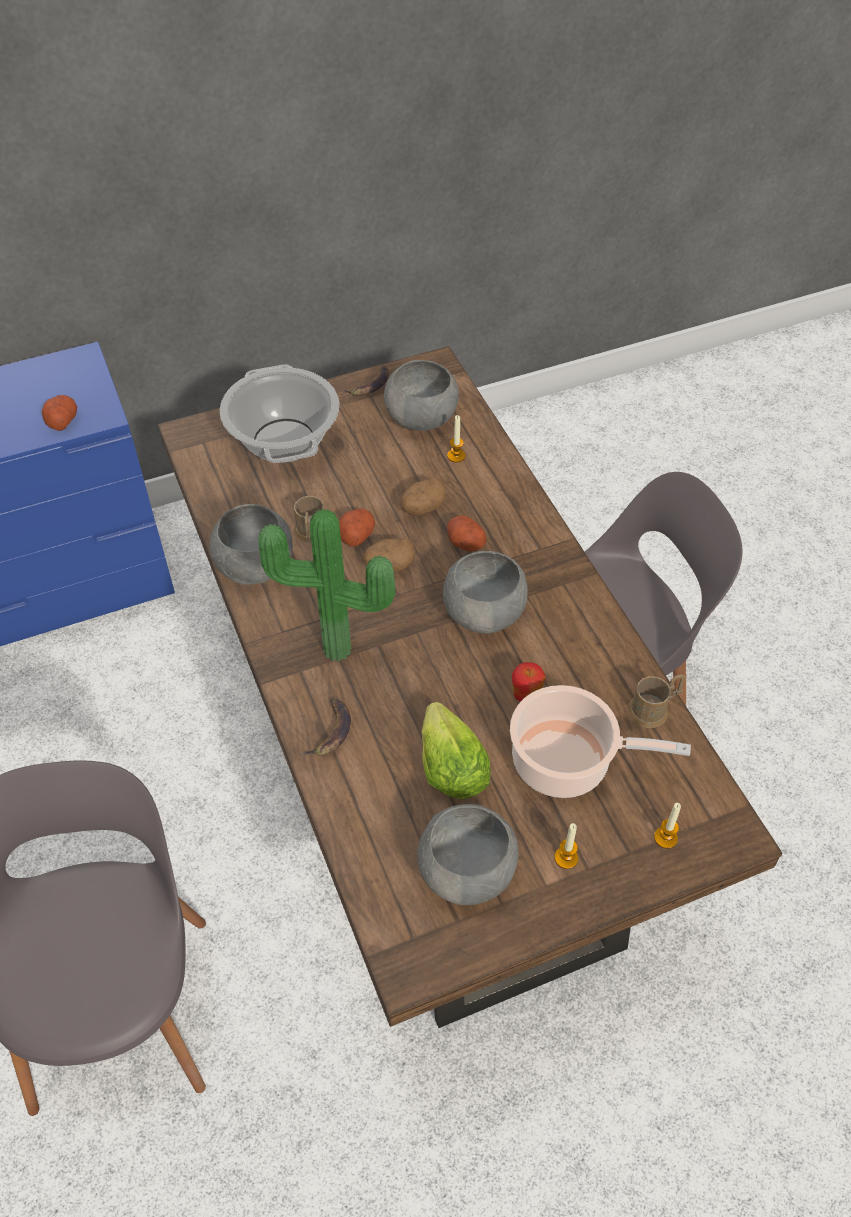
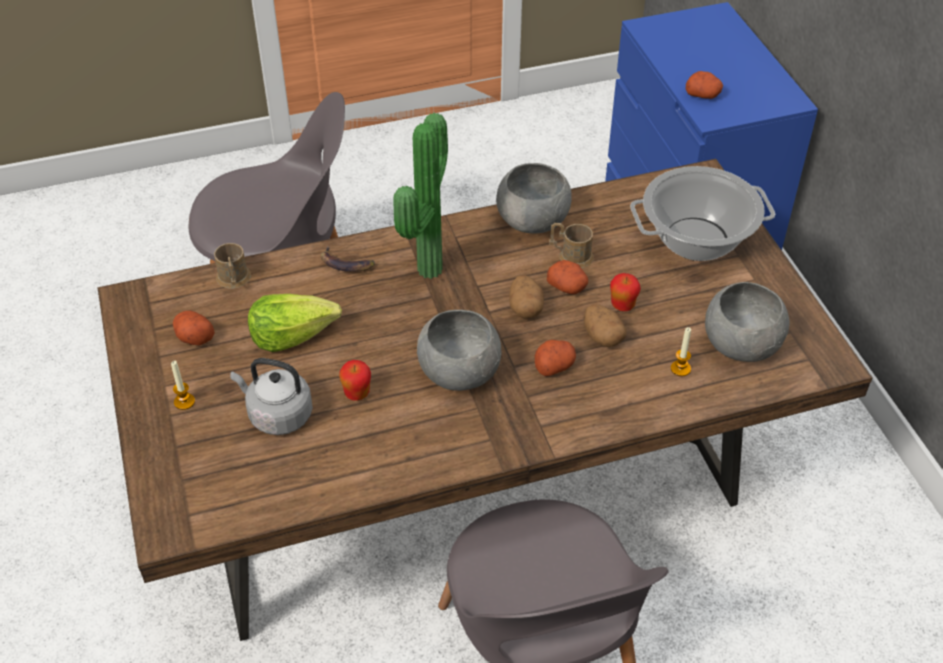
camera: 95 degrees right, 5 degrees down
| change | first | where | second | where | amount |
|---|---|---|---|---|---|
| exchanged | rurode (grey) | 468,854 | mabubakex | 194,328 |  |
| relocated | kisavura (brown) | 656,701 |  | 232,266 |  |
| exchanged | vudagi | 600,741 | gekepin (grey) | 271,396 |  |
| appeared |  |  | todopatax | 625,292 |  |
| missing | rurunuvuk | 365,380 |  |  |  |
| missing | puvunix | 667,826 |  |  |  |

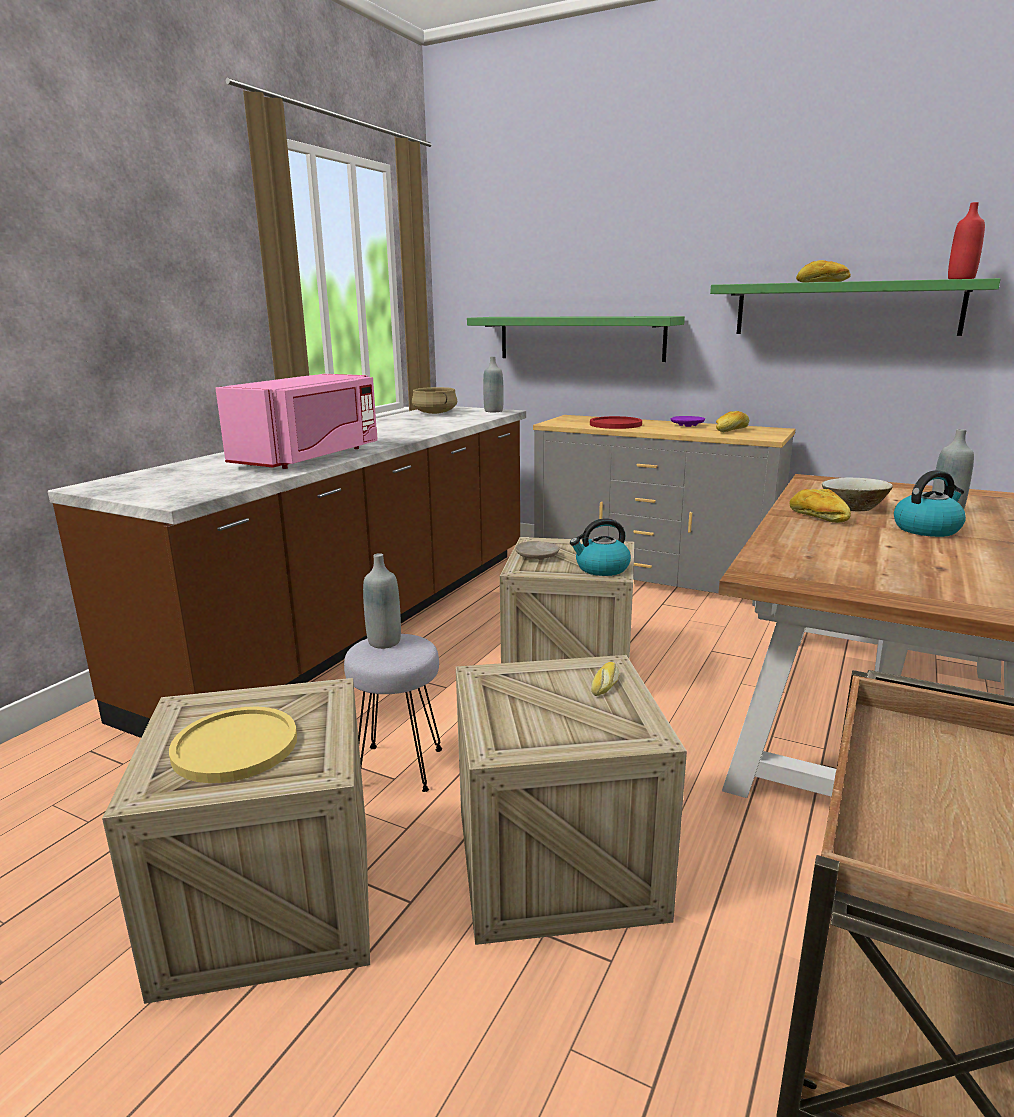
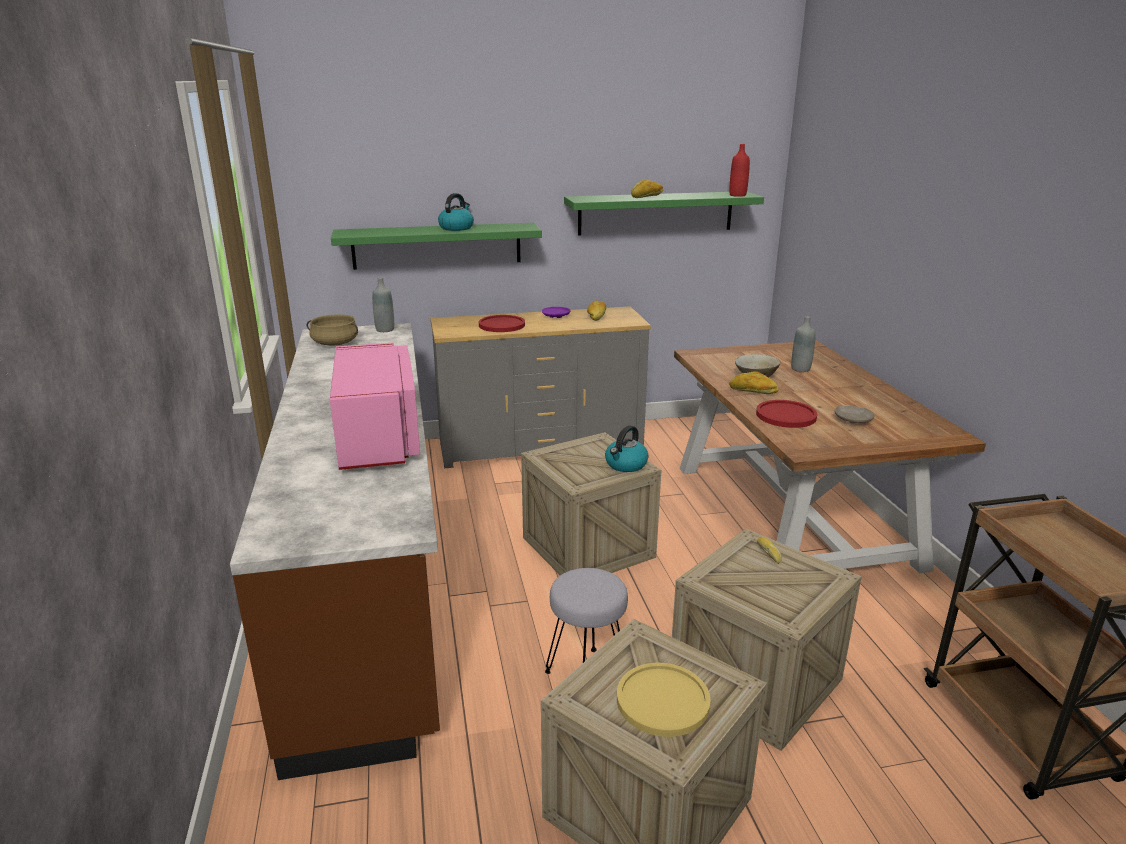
camera: 40 degrees left, 5 degrees up
| change | first | where | second | where | amount |
|---|---|---|---|---|---|
| relocated | gekepin | 930,503 |  | 456,212 |  |
| appeared |  |  | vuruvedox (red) | 786,414 |  |
| relocated | vuruvedox (beige) | 537,550 |  | 855,414 |  |
| missing | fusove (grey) | 382,601 |  |  |  |

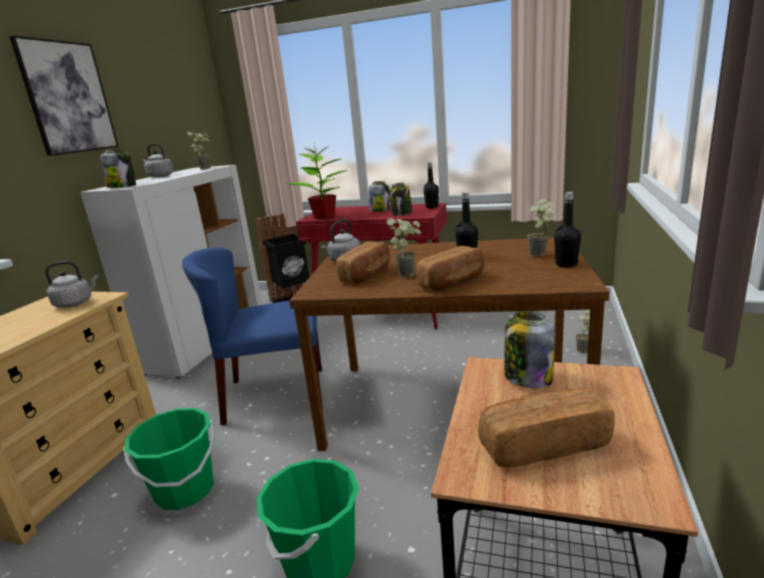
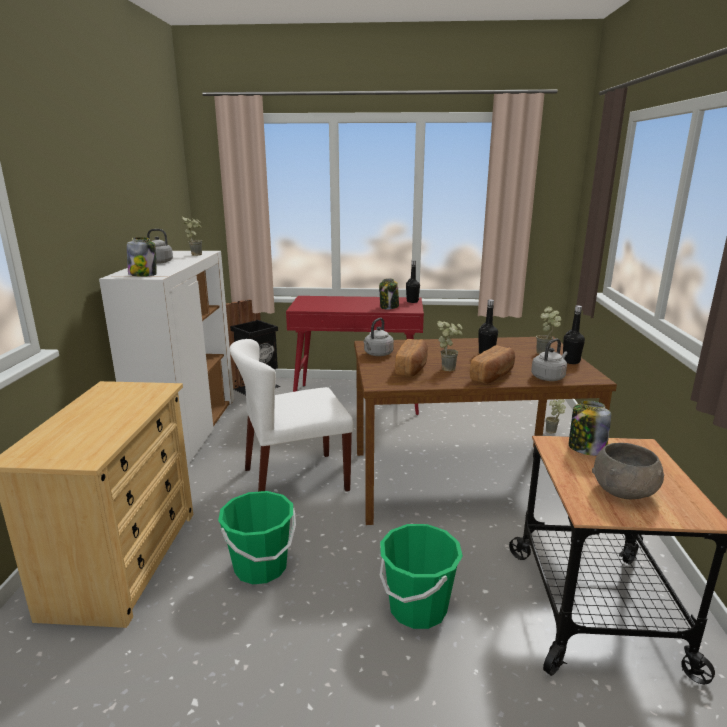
camera: 15 degrees left, 0 degrees up
| change | first | where | second | where | amount |
|---|---|---|---|---|---|
| colour | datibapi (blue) | 252,336 | datibapi (white) | 292,415 |  |
| relocated | gekepin (grey) | 71,284 |  | 549,359 |  |
| exchanged | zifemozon | 546,427 | rurode (grey) | 628,471 |  |
| missing | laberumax | 64,95 |  |  |  |
| missing | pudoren | 317,182 |  |  |  |
| missing | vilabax | 379,196 |  |  |  |

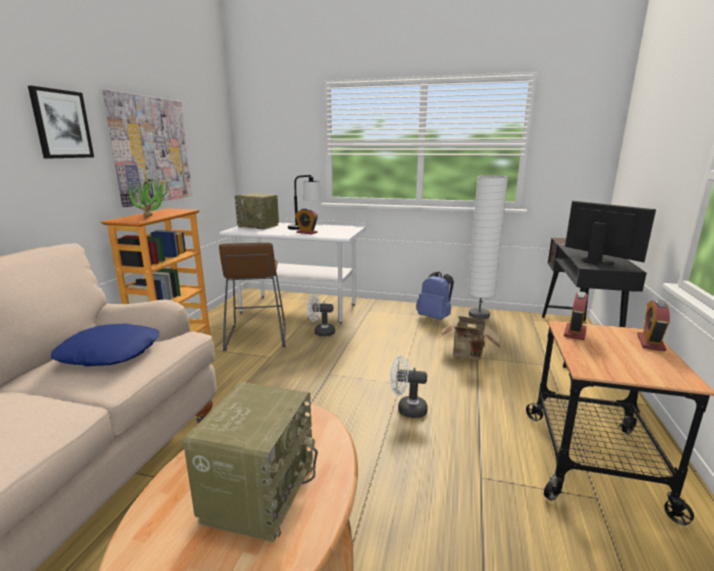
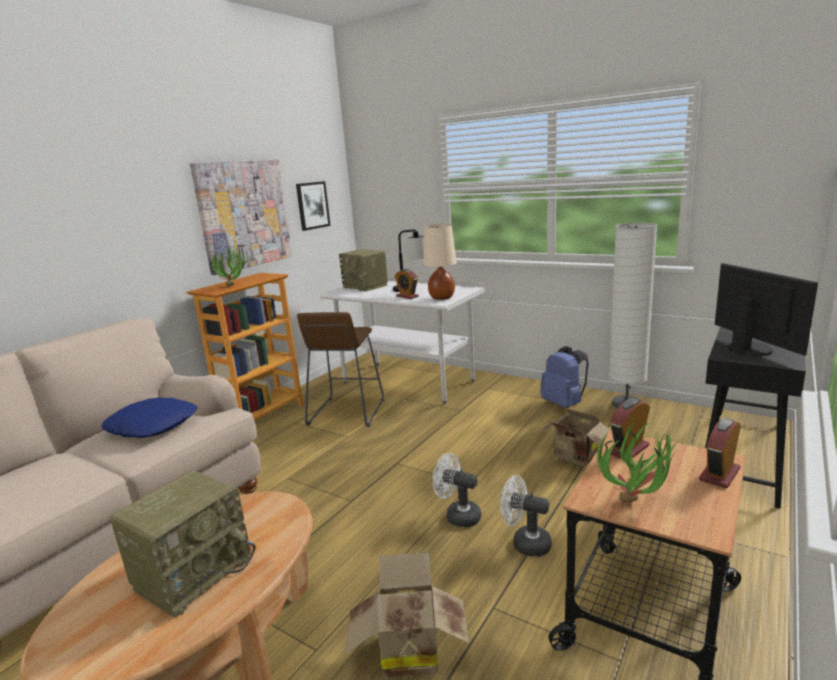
camera: 20 degrees right, 0 degrees up
| change | first | where | second | where | amount |
|---|---|---|---|---|---|
| relocated | laberumax | 61,122 |  | 313,206 |  |
| appeared |  |  | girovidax | 407,614 |  |
| appeared |  |  | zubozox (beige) | 440,262 |  |
| relocated | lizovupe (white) | 321,315 |  | 526,516 |  |
| appeared |  |  | pudoren | 637,461 |  |

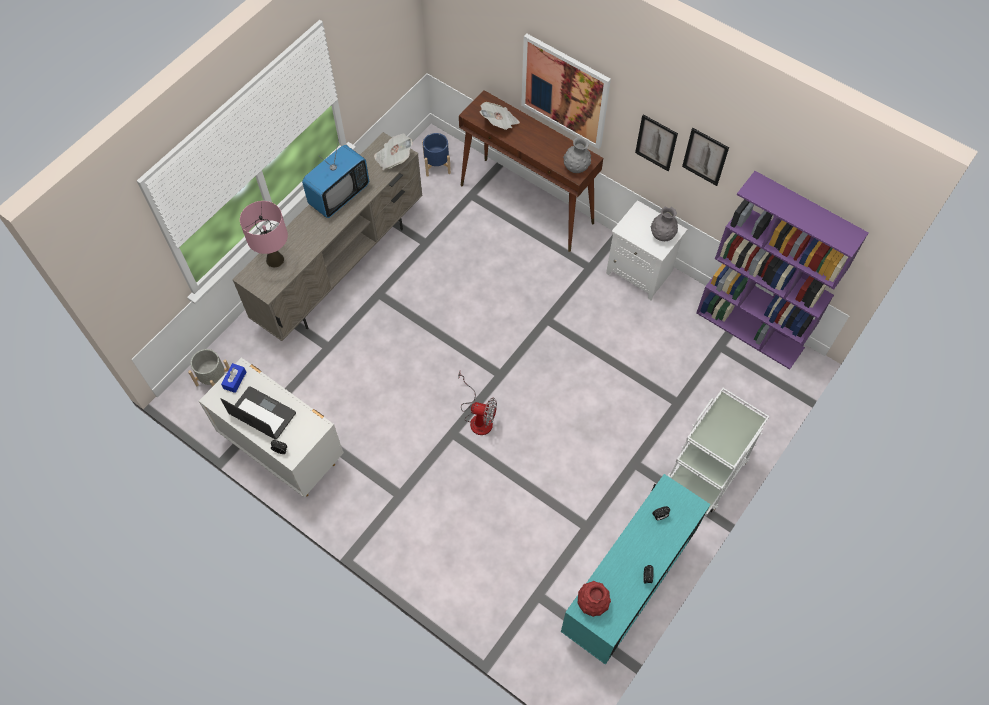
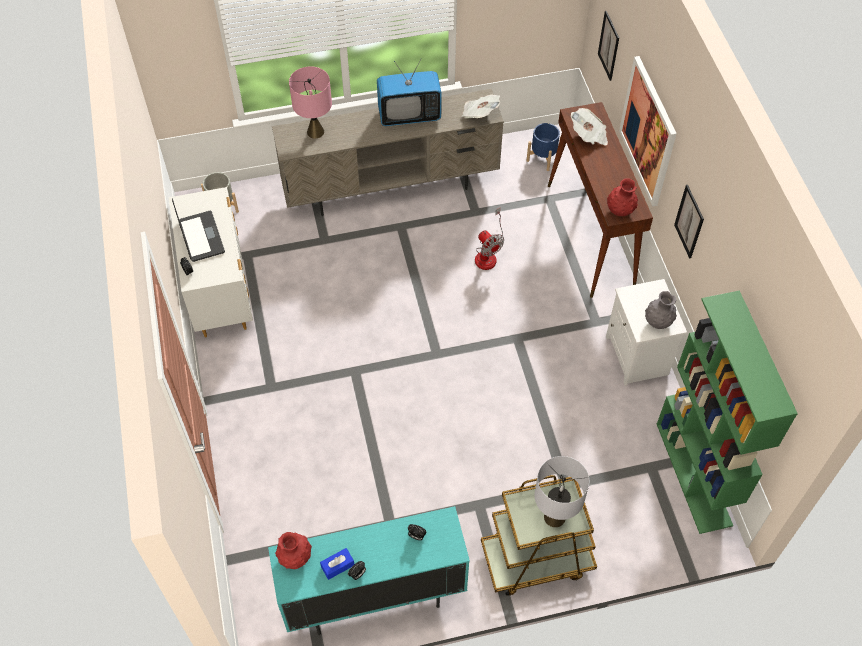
camera: 40 degrees right, 5 degrees down
| change | first | where | second | where | amount |
|---|---|---|---|---|---|
| relocated | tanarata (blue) | 233,378 |  | 337,564 |  |
| relocated | lizovupe | 477,403 |  | 489,239 |  |
| colour | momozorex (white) | 718,452 | momozorex (brown) | 539,535 |  |
| appeared |  |  | zubozox (grey) | 561,491 |  |
| relocated | laberumax | 705,157 |  | 608,46 |  |
| colour | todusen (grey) | 577,155 | todusen (red) | 622,197 |  |
| colour | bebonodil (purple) | 782,270 | bebonodil (green) | 727,412 |  |

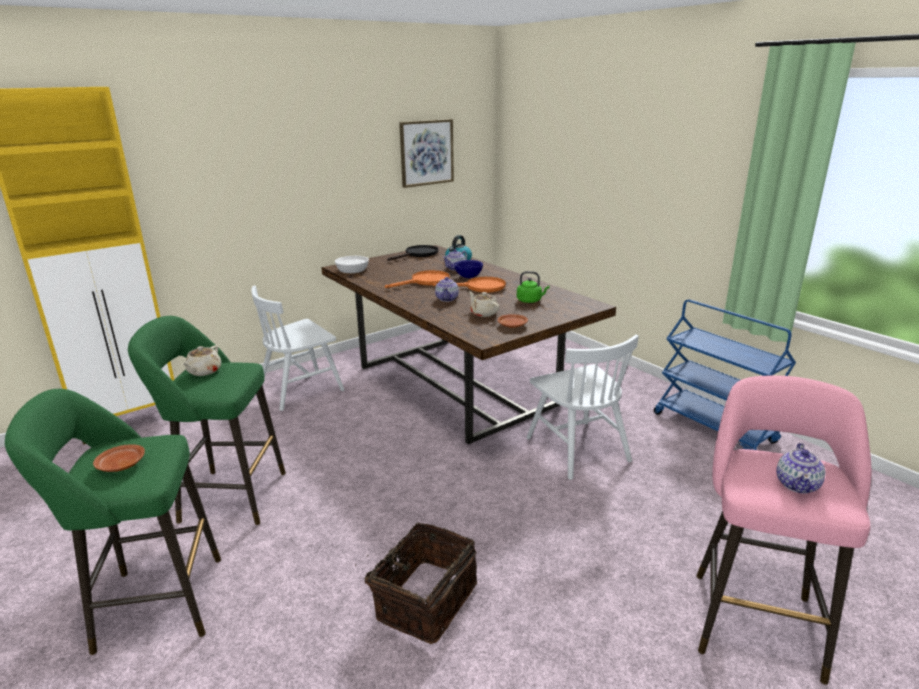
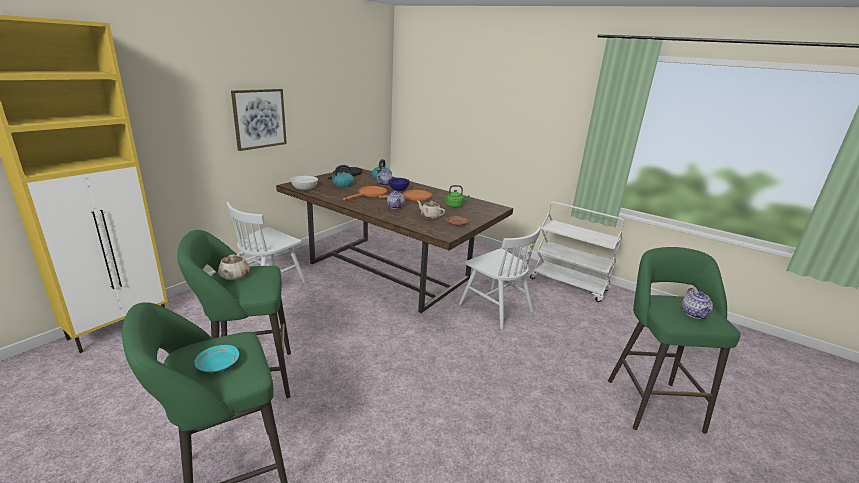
camera: 20 degrees left, 0 degrees up
| change | first | where | second | where | amount |
|---|---|---|---|---|---|
| colour | vuruvedox (brown) | 119,458 | vuruvedox (turquoise) | 216,358 |  |
| relocated | laberumax | 426,153 |  | 259,120 |  |
| appeared |  |  | gekepin | 342,176 |  |
| colour | momozorex (blue) | 725,374 | momozorex (white) | 577,252 |  |
| colour | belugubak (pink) | 783,530 | belugubak (green) | 674,340 |  |
| missing | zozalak | 416,583 |  |  |  |

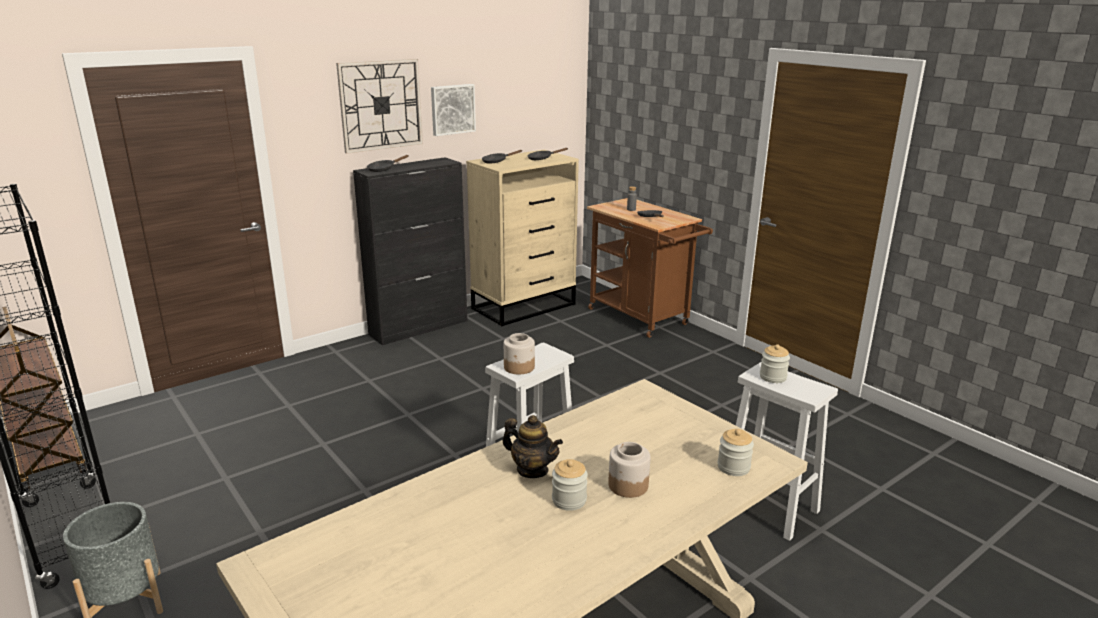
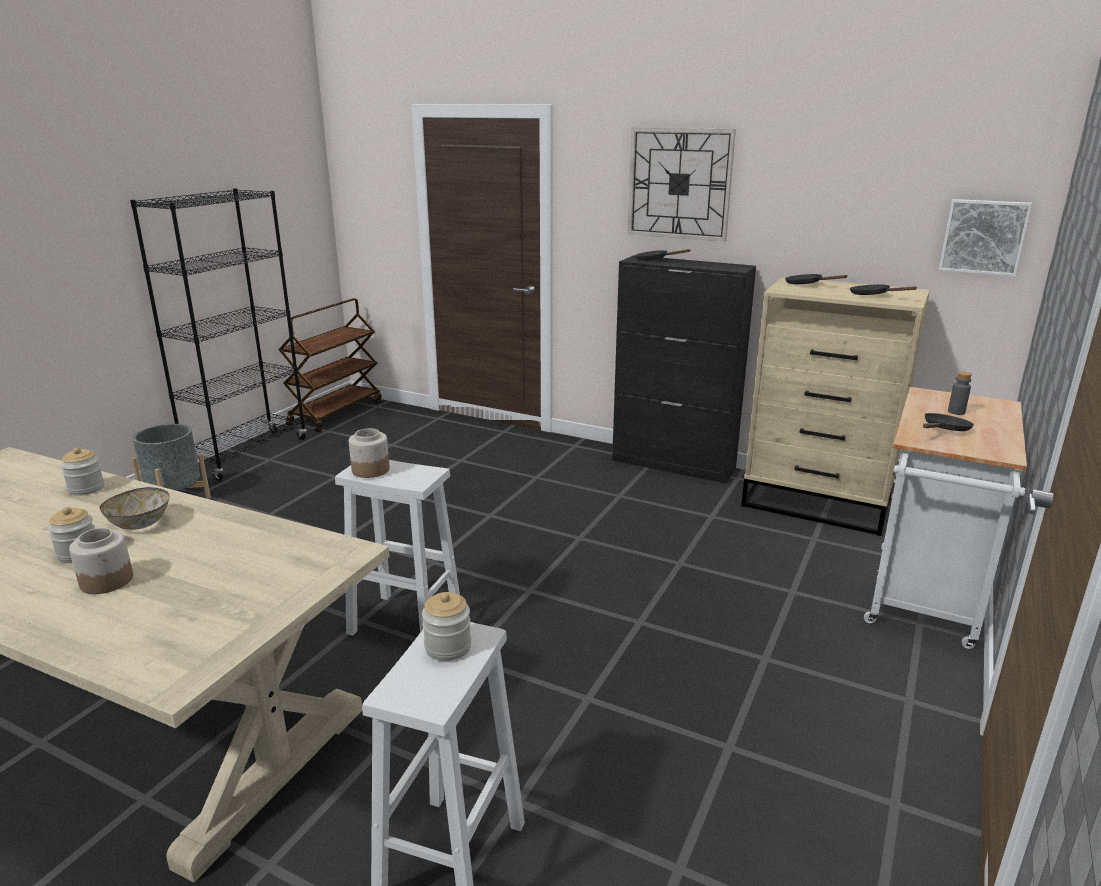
camera: 65 degrees right, 0 degrees up
| change | first | where | second | where | amount |
|---|---|---|---|---|---|
| relocated | vilabax | 735,452 |  | 82,472 |  |
| exchanged | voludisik | 533,446 | rurode | 134,508 |  |
| colour | momozorex (brown) | 650,268 | momozorex (white) | 945,518 |  |
| relocated | laberumax | 453,110 |  | 985,237 |  |

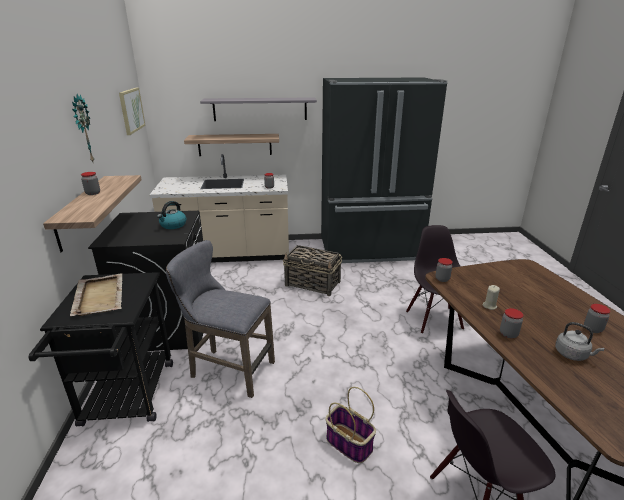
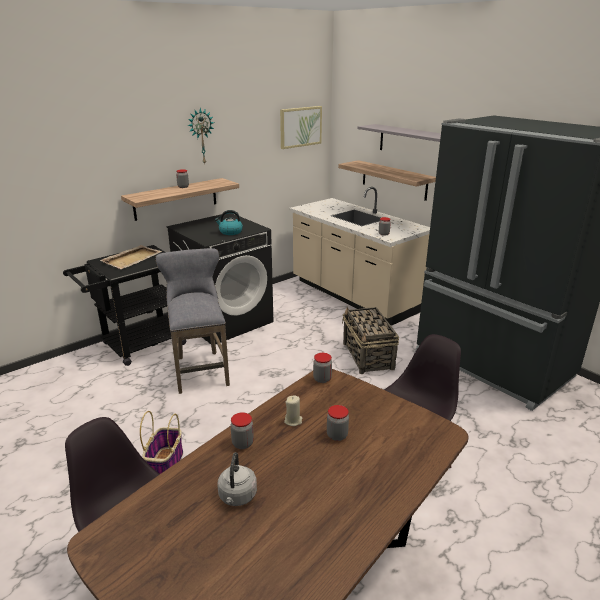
camera: 55 degrees right, 0 degrees up
| change | first | where | second | where | amount |
|---|---|---|---|---|---|
| relocated | vilabax | 597,318 |  | 338,423 |  |

